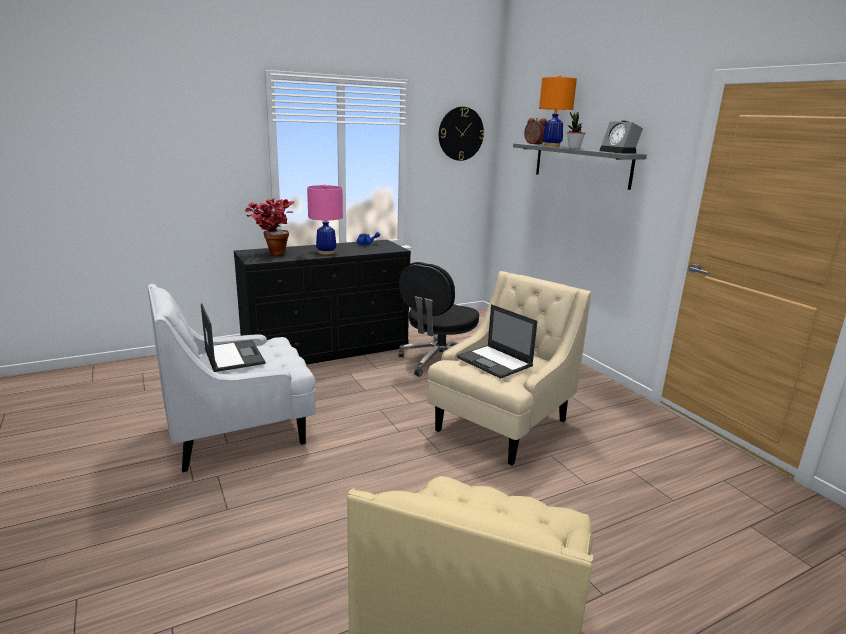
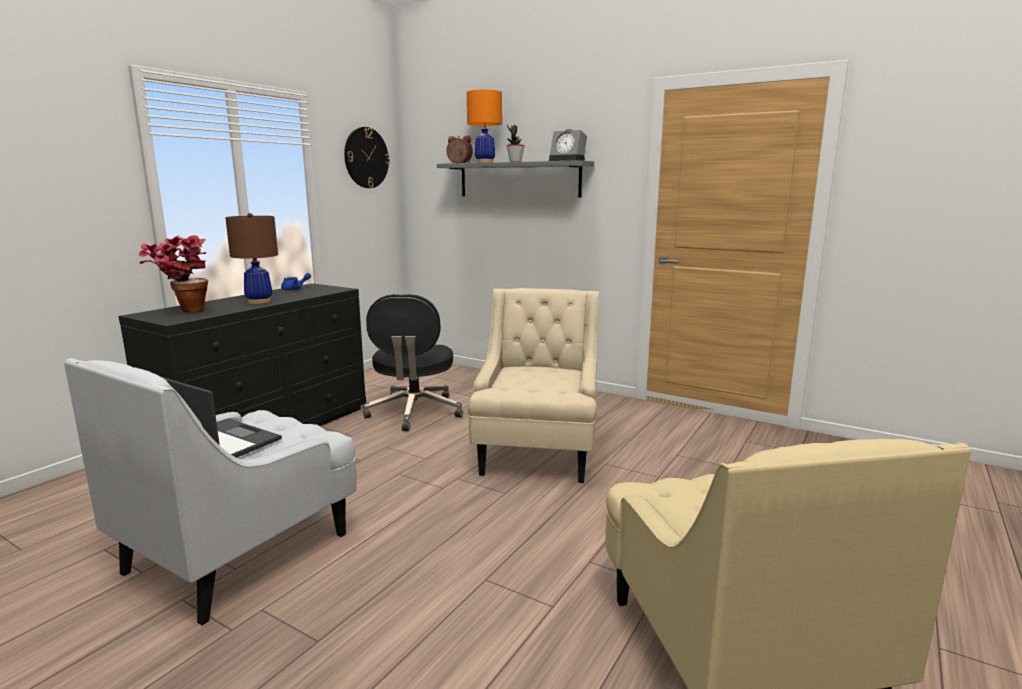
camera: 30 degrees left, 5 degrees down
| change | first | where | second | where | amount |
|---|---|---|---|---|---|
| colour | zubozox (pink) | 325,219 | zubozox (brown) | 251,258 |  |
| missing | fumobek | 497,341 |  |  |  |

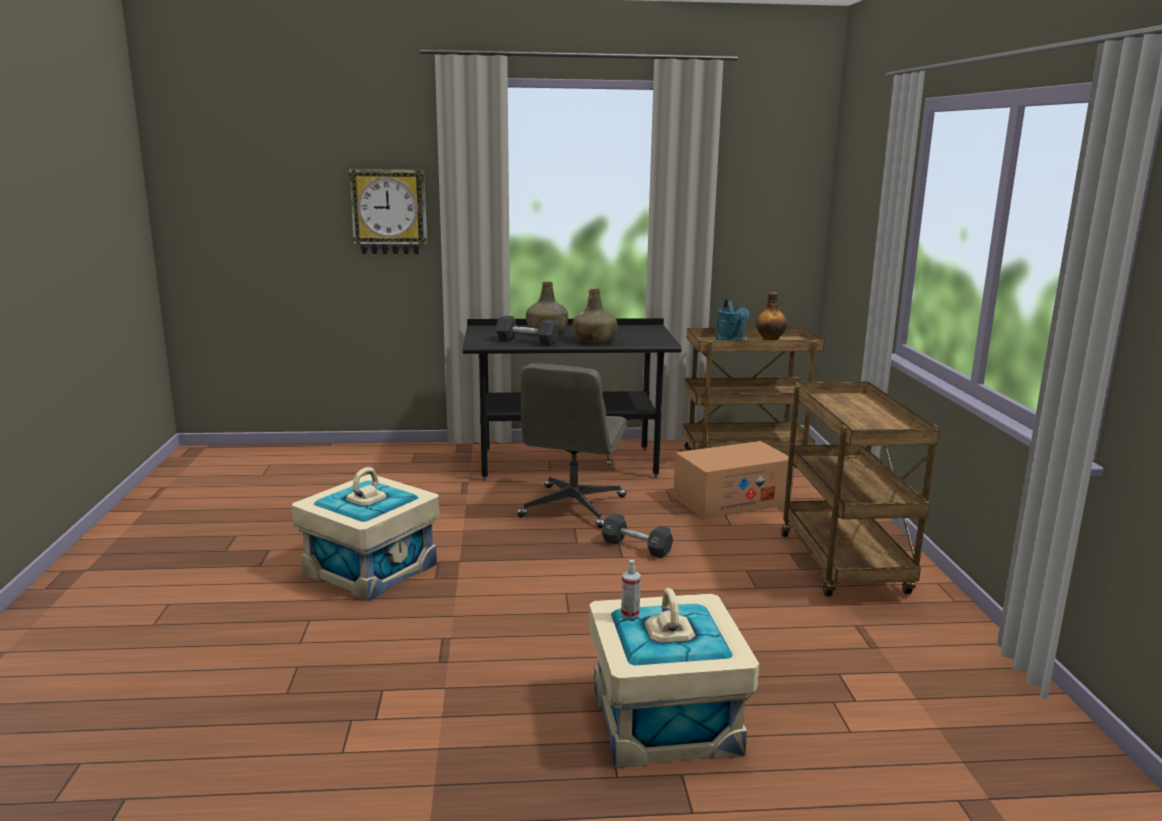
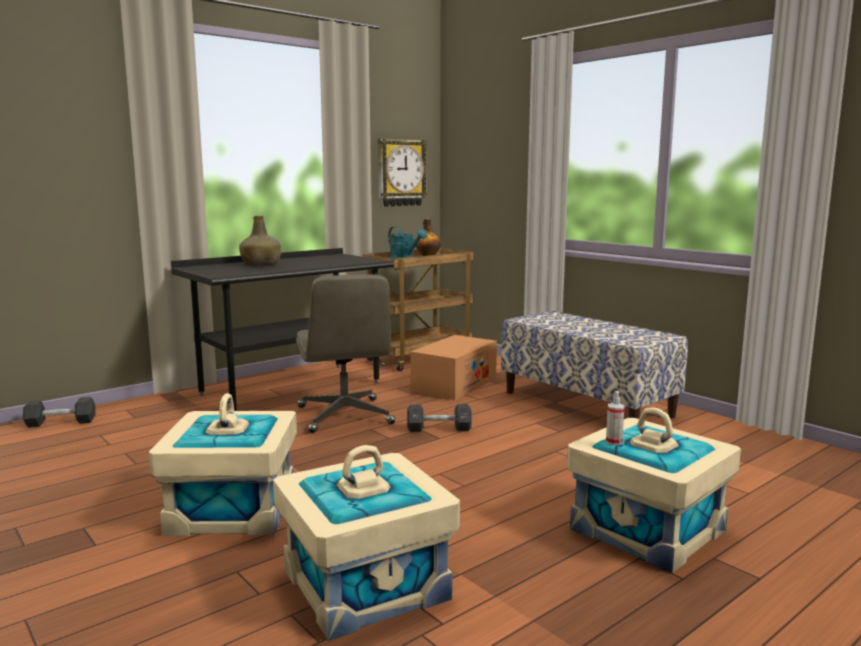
camera: 35 degrees left, 5 degrees down
| change | first | where | second | where | amount |
|---|---|---|---|---|---|
| relocated | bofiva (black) | 527,330 |  | 59,412 |  |
| appeared |  |  | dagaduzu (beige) | 366,543 |  |
| relocated | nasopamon | 388,211 |  | 403,172 |  |
| exchanged | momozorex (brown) | 860,489 | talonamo | 594,365 |  |
| missing | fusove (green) | 594,316 |  |  |  |

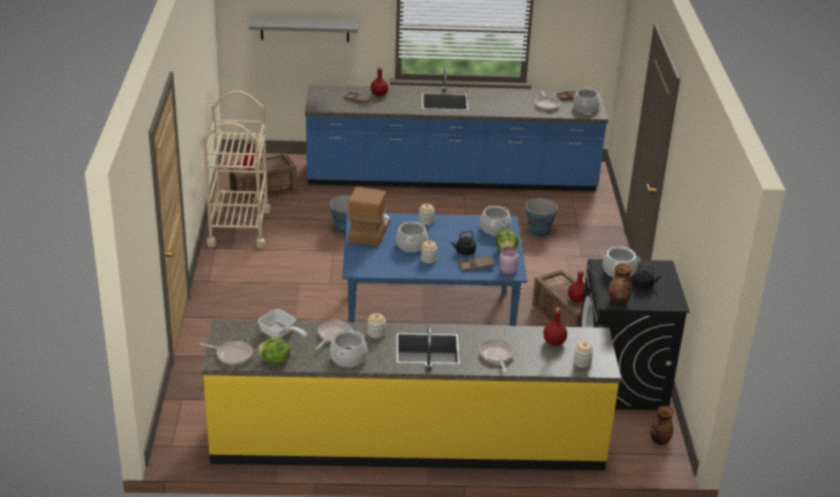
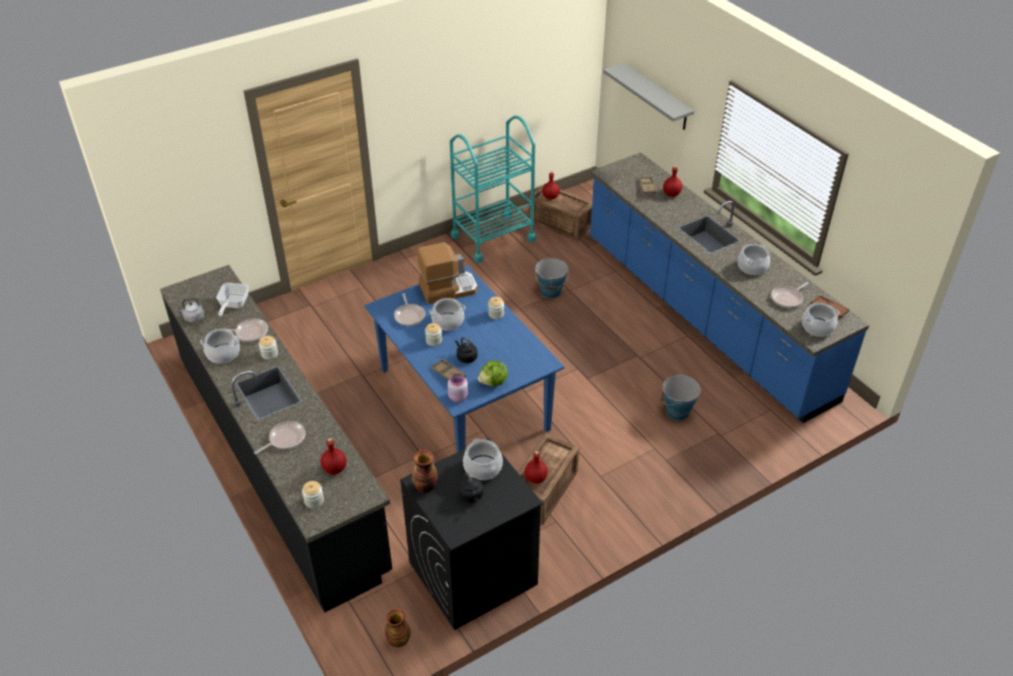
camera: 60 degrees right, 10 degrees up
| change | first | where | second | where | amount |
|---|---|---|---|---|---|
| colour | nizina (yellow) | 411,395 | nizina (black) | 276,439 |  |
| exchanged | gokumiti | 273,351 | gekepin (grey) | 189,310 |  |
| relocated | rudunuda | 226,353 |  | 409,309 |  |
| colour | momozorex (beige) | 237,170 | momozorex (turquoise) | 493,189 |  |
| relocated | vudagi | 495,220 |  | 754,259 |  |

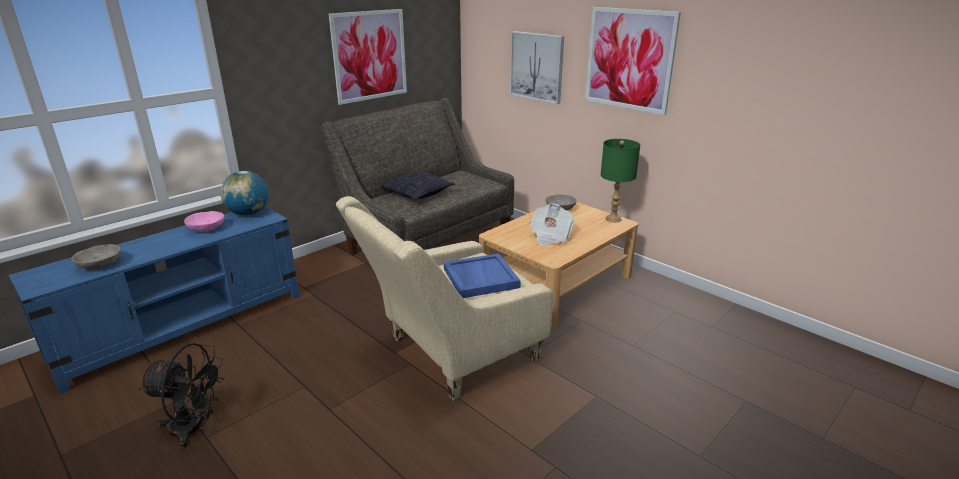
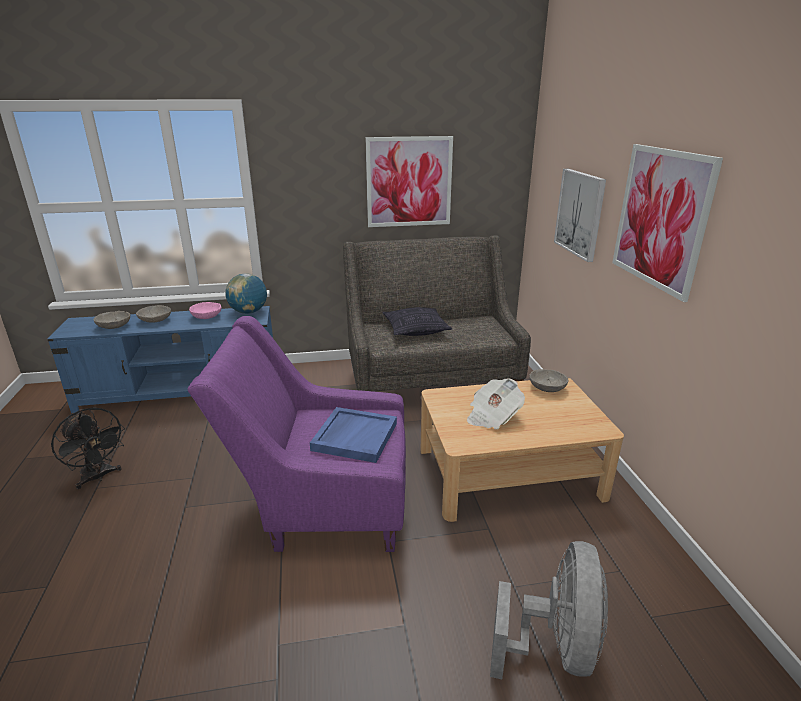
camera: 35 degrees right, 0 degrees up
| change | first | where | second | where | amount |
|---|---|---|---|---|---|
| appeared |  |  | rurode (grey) | 153,313 |  |
| colour | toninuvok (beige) | 444,298 | toninuvok (purple) | 297,434 |  |
| appeared |  |  | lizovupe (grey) | 549,610 |  |
| missing | zubozox (green) | 620,180 |  |  |  |

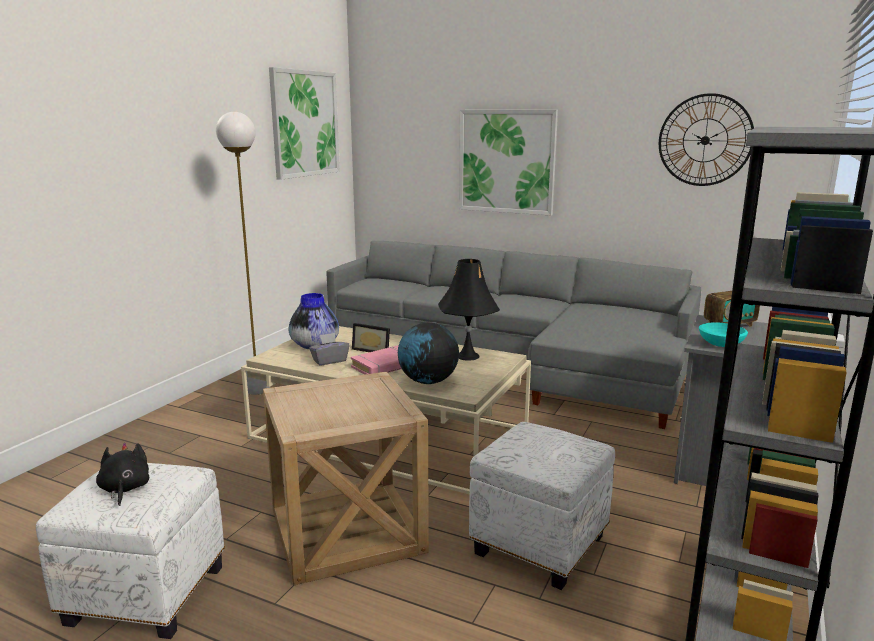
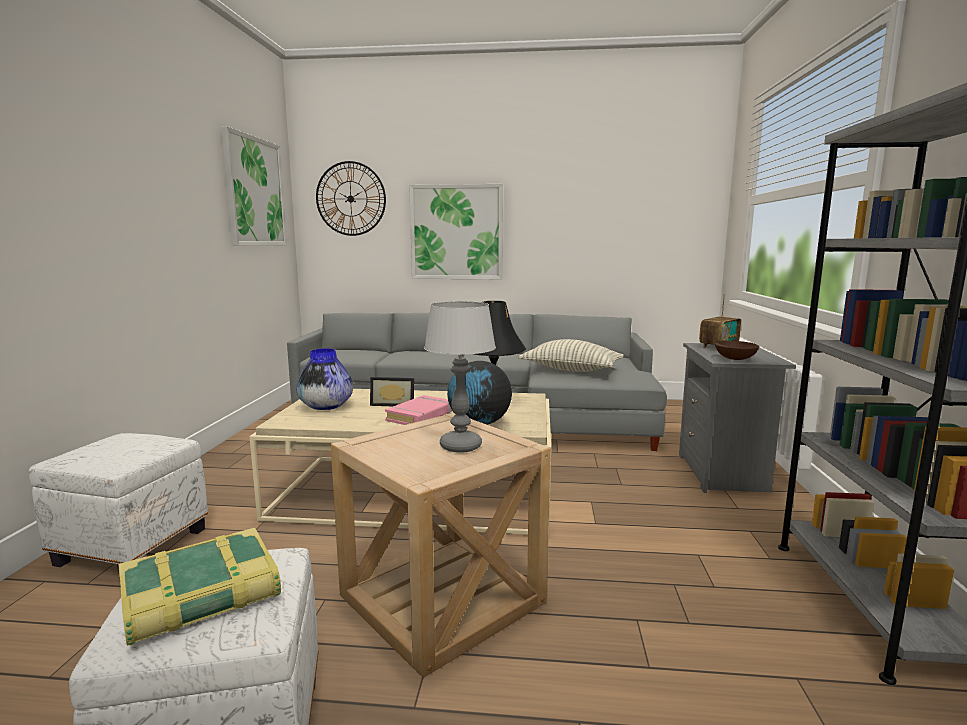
camera: 20 degrees left, 5 degrees down
| change | first | where | second | where | amount |
|---|---|---|---|---|---|
| relocated | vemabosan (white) | 542,506 |  | 118,502 |  |
| exchanged | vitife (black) | 122,474 | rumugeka | 200,586 |  |
| relocated | nasopamon | 706,139 |  | 351,198 |  |
| appeared |  |  | zubozox | 460,377 |  |
| appeared |  |  | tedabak | 571,355 |  |
| colour | rurode (turquoise) | 723,334 | rurode (brown) | 737,350 |  |
| missing | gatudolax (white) | 243,253 |  |  |  |
| missing | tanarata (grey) | 329,349 |  |  |  |

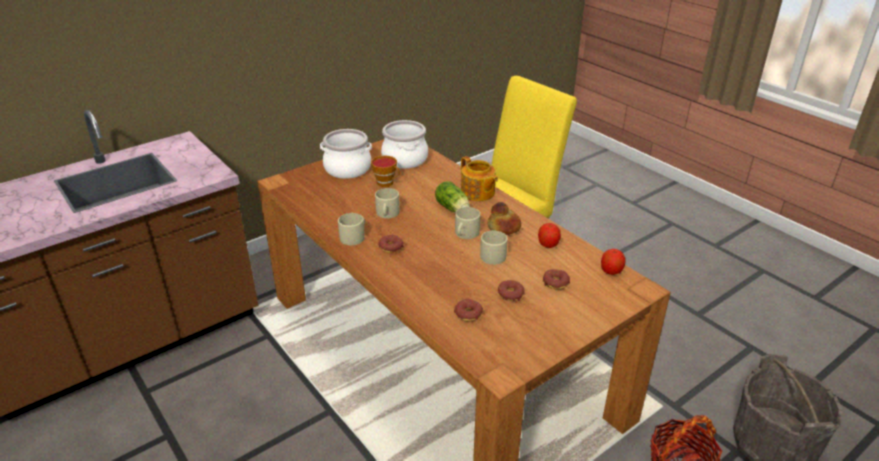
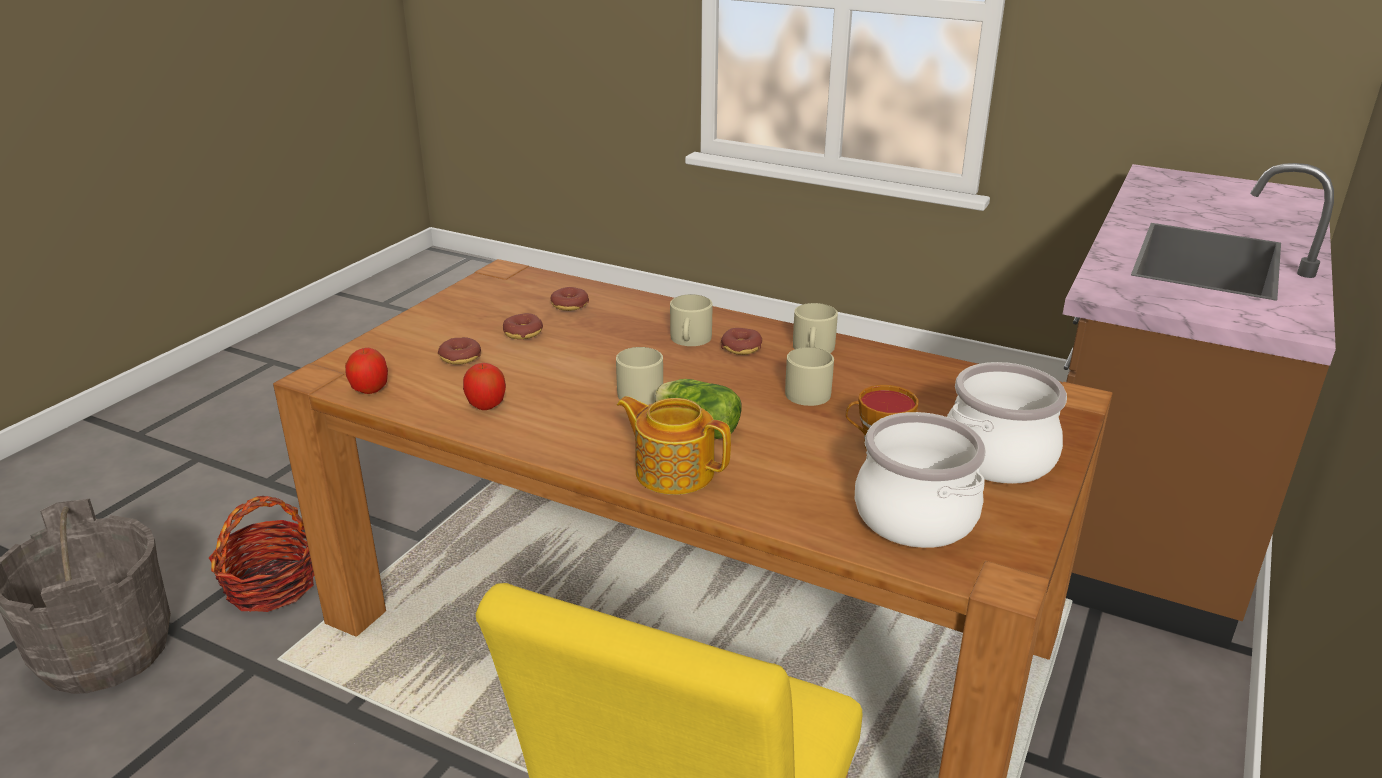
camera: 155 degrees right, 5 degrees down
| change | first | where | second | where | amount |
|---|---|---|---|---|---|
| relocated | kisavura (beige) | 494,248 |  | 691,320 |  |
| missing | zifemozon | 504,218 |  |  |  |

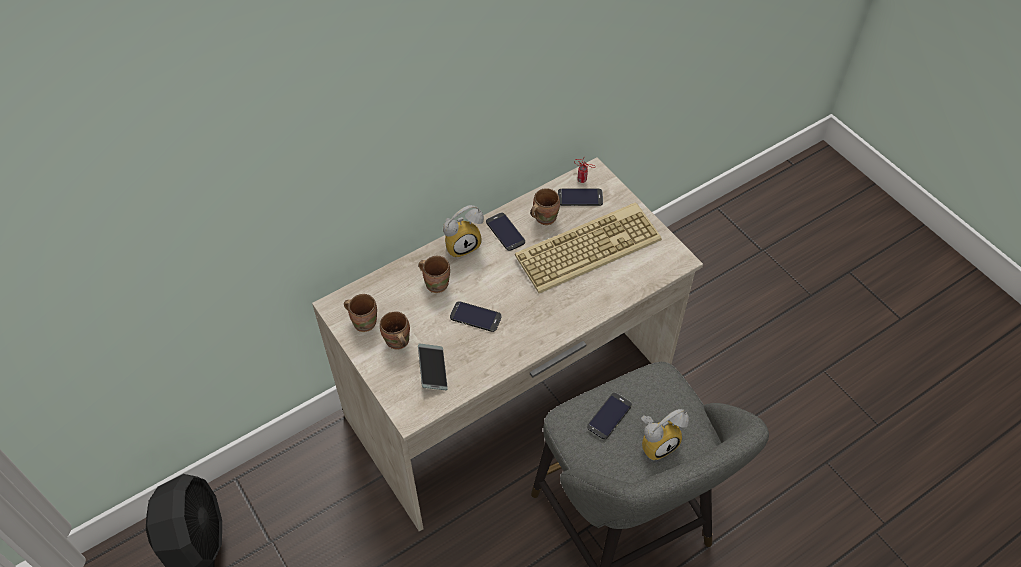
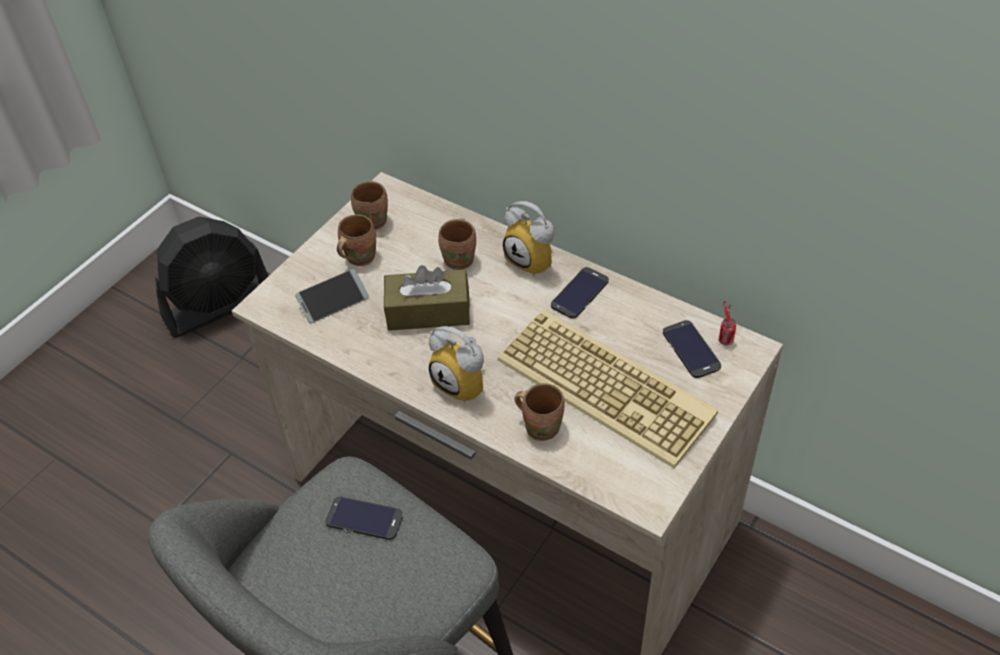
camera: 70 degrees right, 5 degrees down
| change | first | where | second | where | amount |
|---|---|---|---|---|---|
| exchanged | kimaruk | 476,316 | tanarata (brown) | 427,298 |  |
| relocated | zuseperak | 665,434 |  | 456,364 |  |
| relocated | kisavura (brown) | 545,206 |  | 539,412 |  |

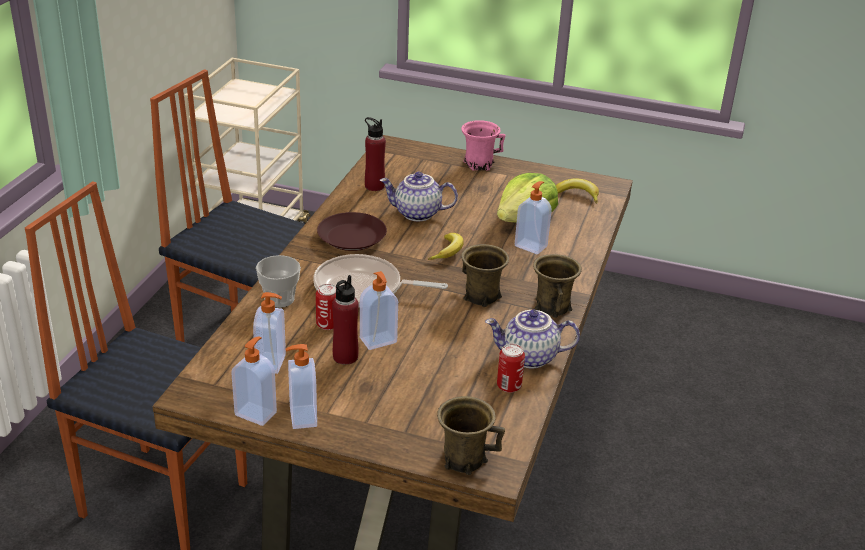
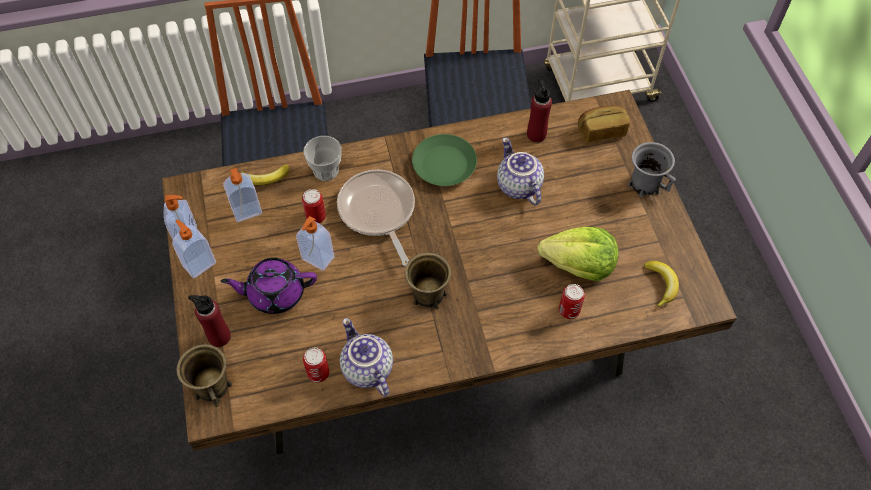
camera: 60 degrees right, 25 degrees up
| change | first | where | second | where | amount |
|---|---|---|---|---|---|
| relocated | fusove (red) | 345,320 |  | 209,321 |  |
| appeared |  |  | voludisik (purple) | 269,286 |  |
| relocated | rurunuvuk | 446,246 |  | 264,175 |  |
| colour | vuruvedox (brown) | 352,231 | vuruvedox (green) | 444,160 |  |
| appeared |  |  | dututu | 572,301 |  |
| appeared |  |  | zifemozon | 604,124 |  |
| colour | kisavura (pink) | 483,145 | kisavura (grey) | 652,169 |  |
| missing | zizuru | 533,217 |  |  |  |
| missing | kisavura (brown) | 557,286 |  |  |  |

